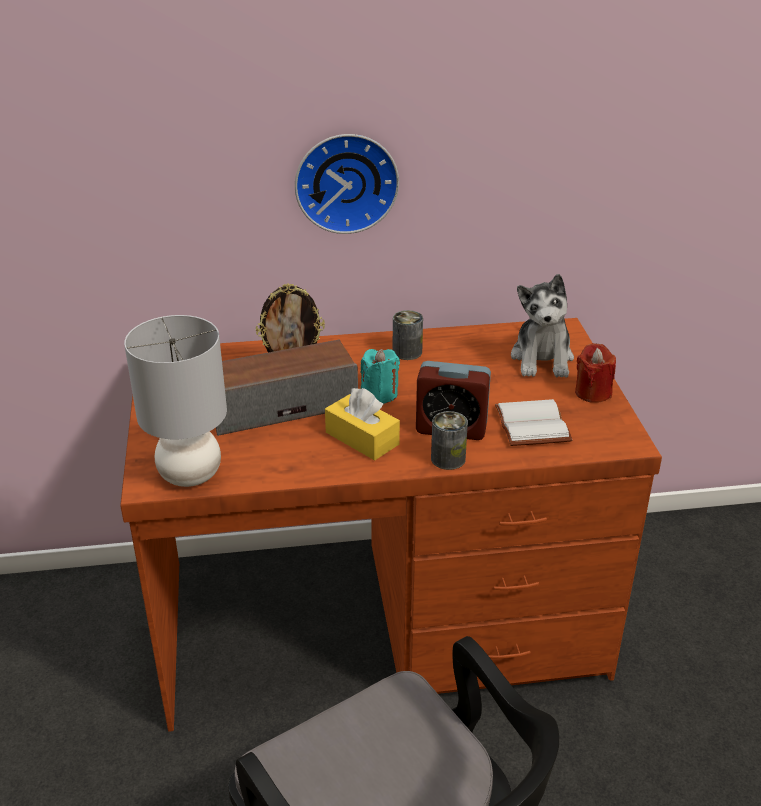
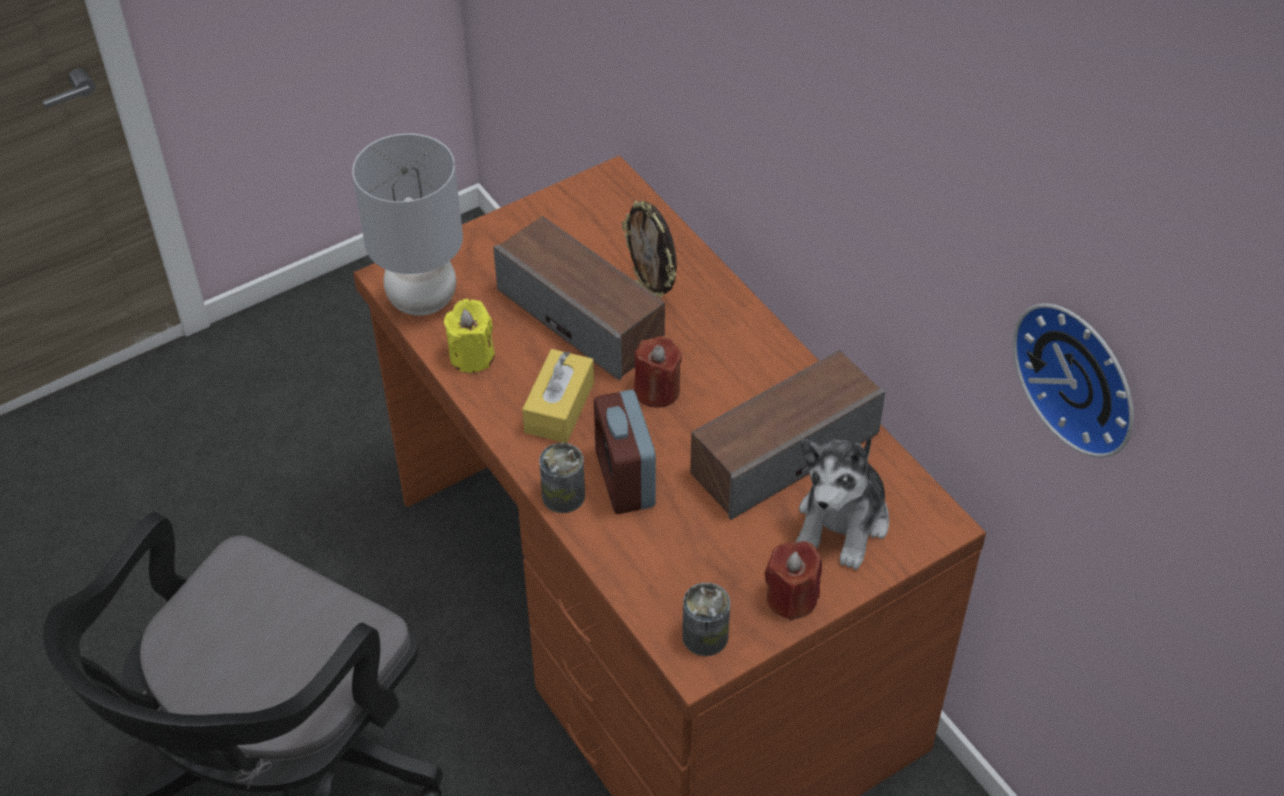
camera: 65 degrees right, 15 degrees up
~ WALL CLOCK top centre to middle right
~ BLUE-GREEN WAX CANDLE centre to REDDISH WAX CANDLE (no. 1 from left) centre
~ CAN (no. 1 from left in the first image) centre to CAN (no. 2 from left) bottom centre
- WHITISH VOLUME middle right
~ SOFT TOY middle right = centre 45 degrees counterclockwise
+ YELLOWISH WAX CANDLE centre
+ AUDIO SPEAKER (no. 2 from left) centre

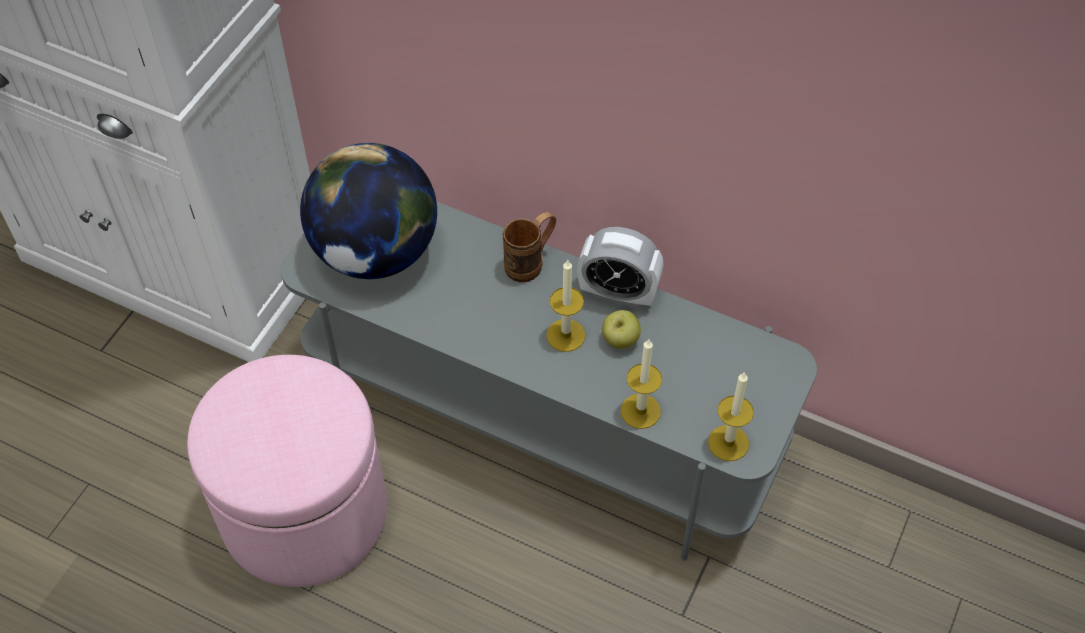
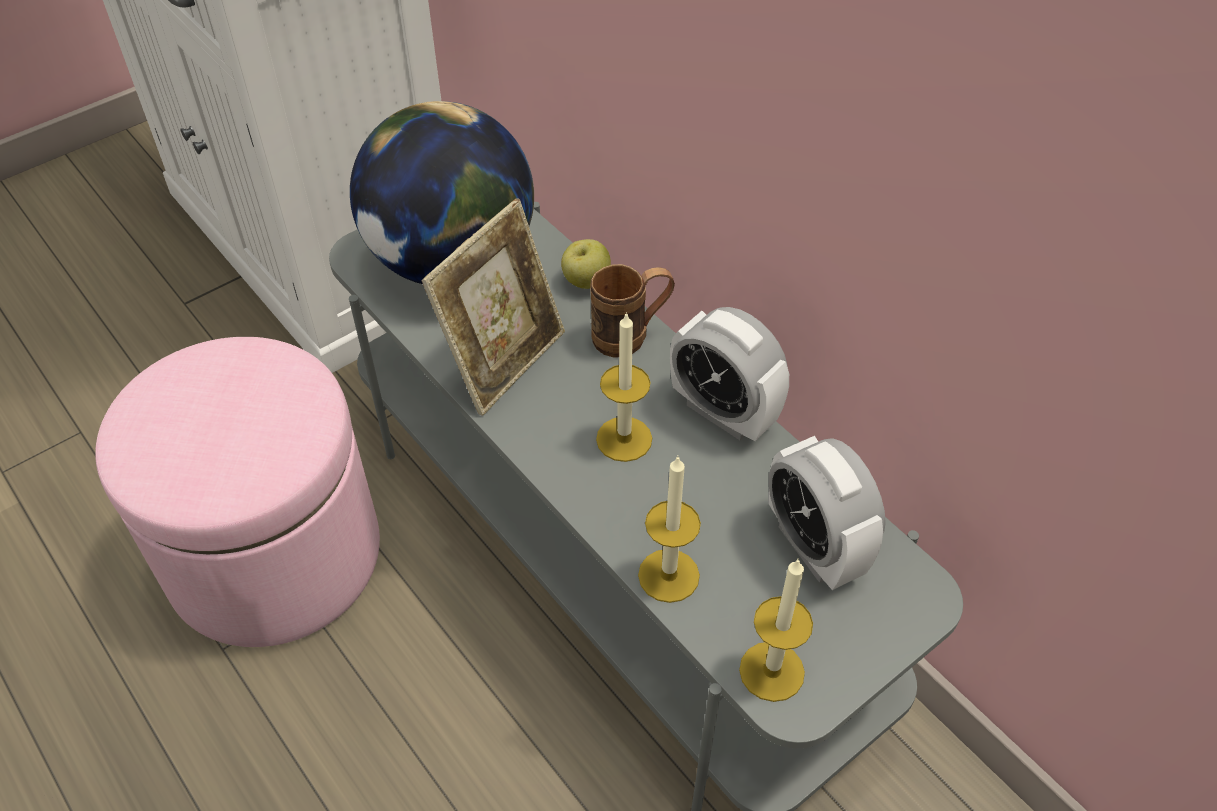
camera: 25 degrees right, 5 degrees down
~ APPLE FRUIT centre to top centre
+ PHOTO FRAME centre
+ BEDSIDE CLOCK (no. 2 from left) middle right

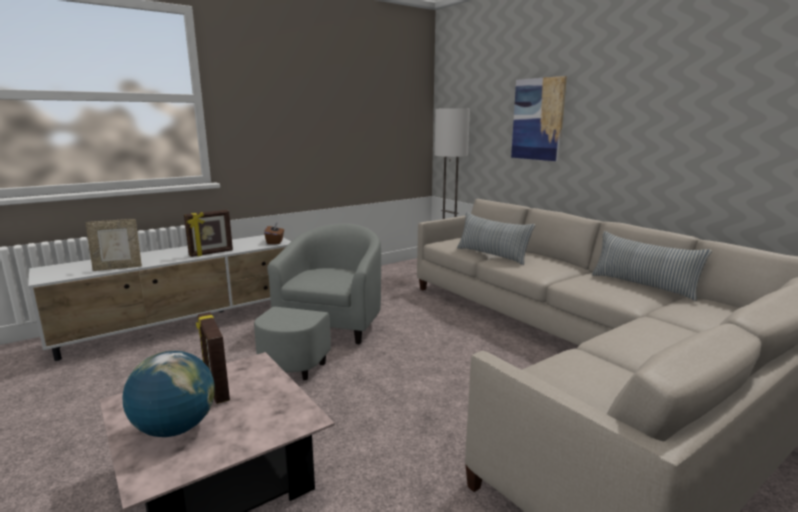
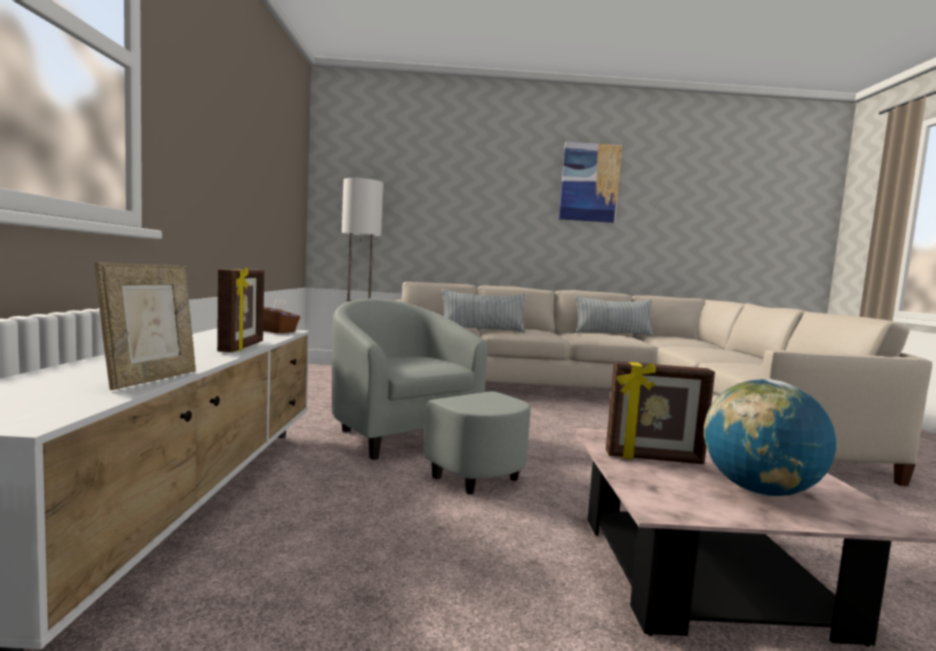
camera: 55 degrees left, 10 degrees down
~ WALL ART top right to top centre

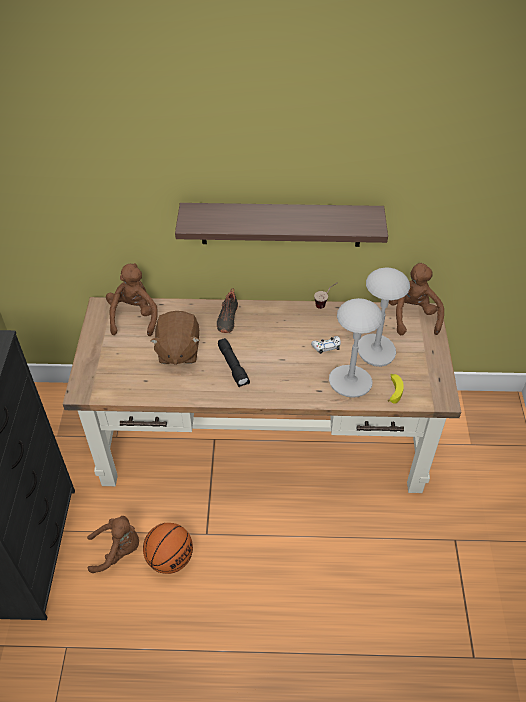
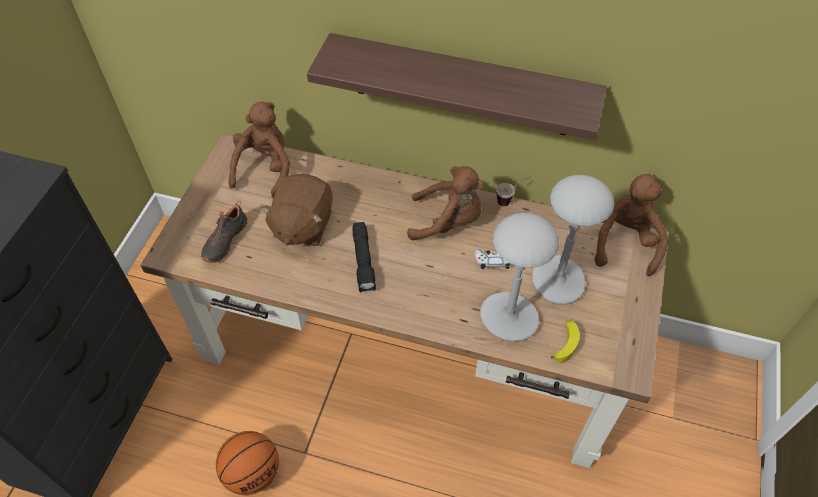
camera: 15 degrees right, 5 degrees up
~ BROWNISH SOFT TOY (no. 1 from left in the first image) bottom left to BROWNISH SOFT TOY (no. 3 from left) centre
~ BLACKISH LOW SHOE centre to middle left

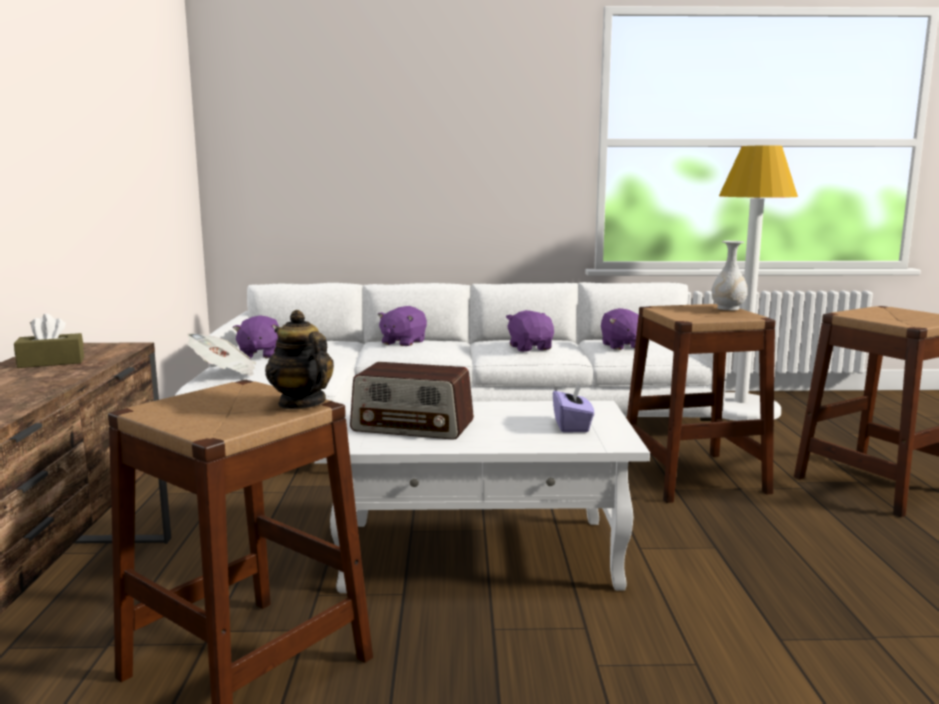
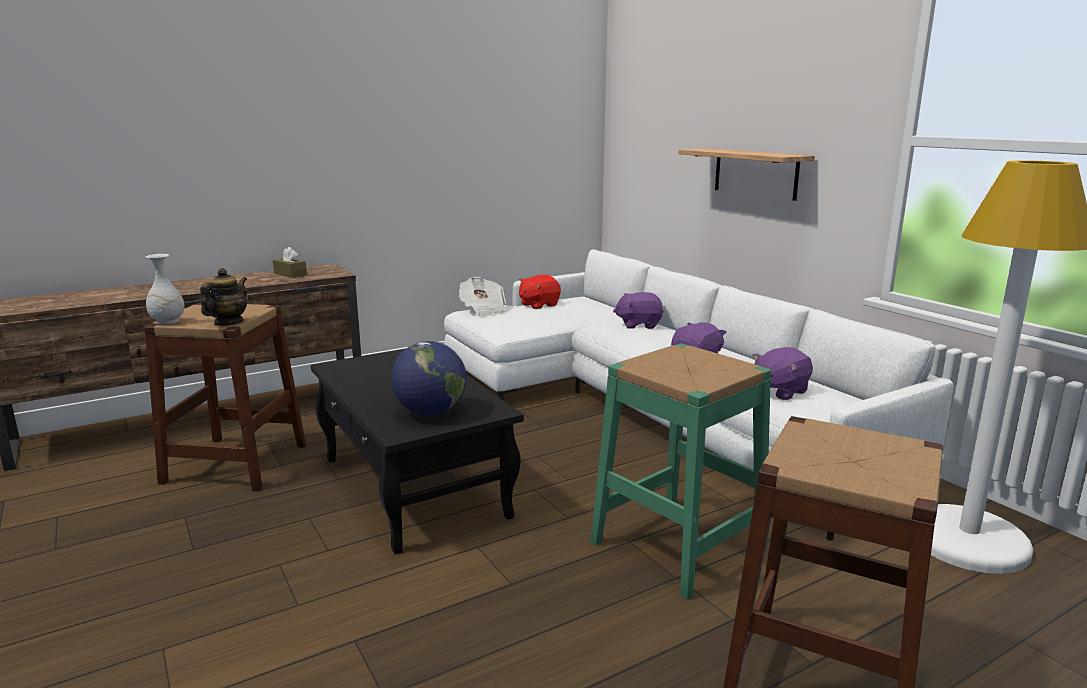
camera: 60 degrees right, 5 degrees up
~ PURPLE-COLOURED SOFT TOY (no. 1 from left) middle left to REDDISH SOFT TOY centre
~ WHITISH LOUNGE TABLE bottom centre to BLACKISH LOUNGE TABLE centre
- RADIO centre
~ PURPLE-COLOURED TISSUE BOX centre to GLOBE centre
~ BROWNISH STOOL SEAT (no. 2 from left) middle right to GREEN STOOL SEAT bottom centre
~ WHITISH DECORATIVE VASE middle right to middle left
+ WALL SHELF top right

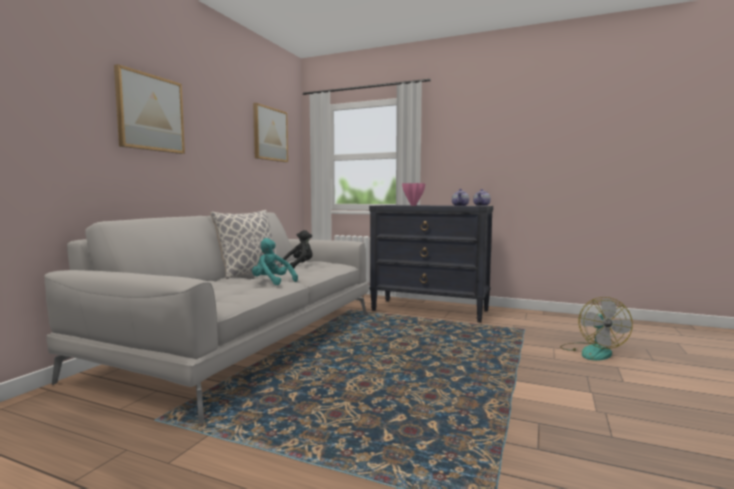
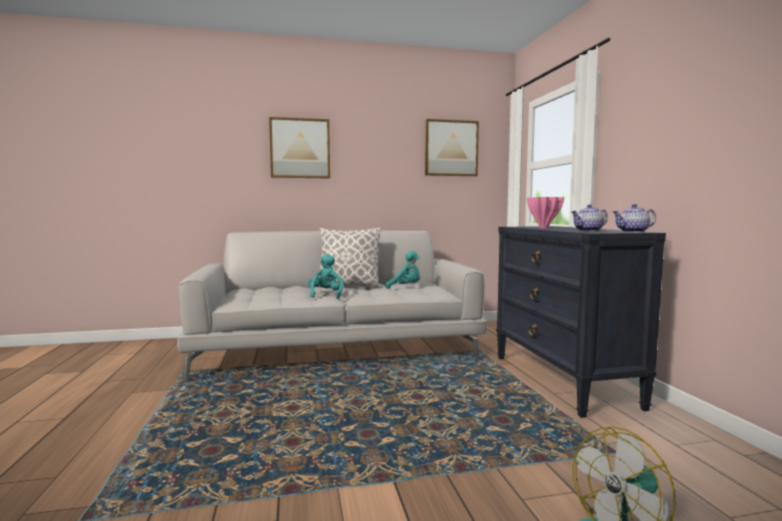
camera: 55 degrees right, 0 degrees up
~ BLACKISH SOFT TOY centre to BLUE-GREEN SOFT TOY (no. 2 from left) centre

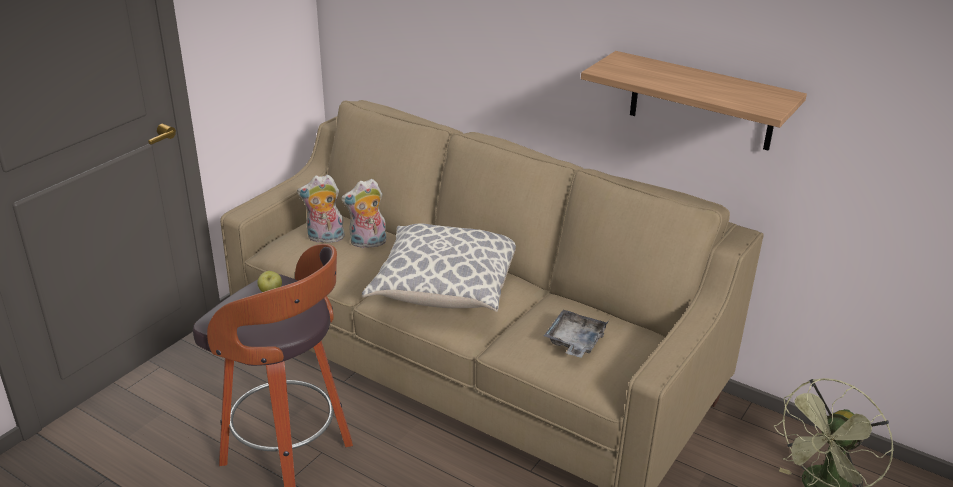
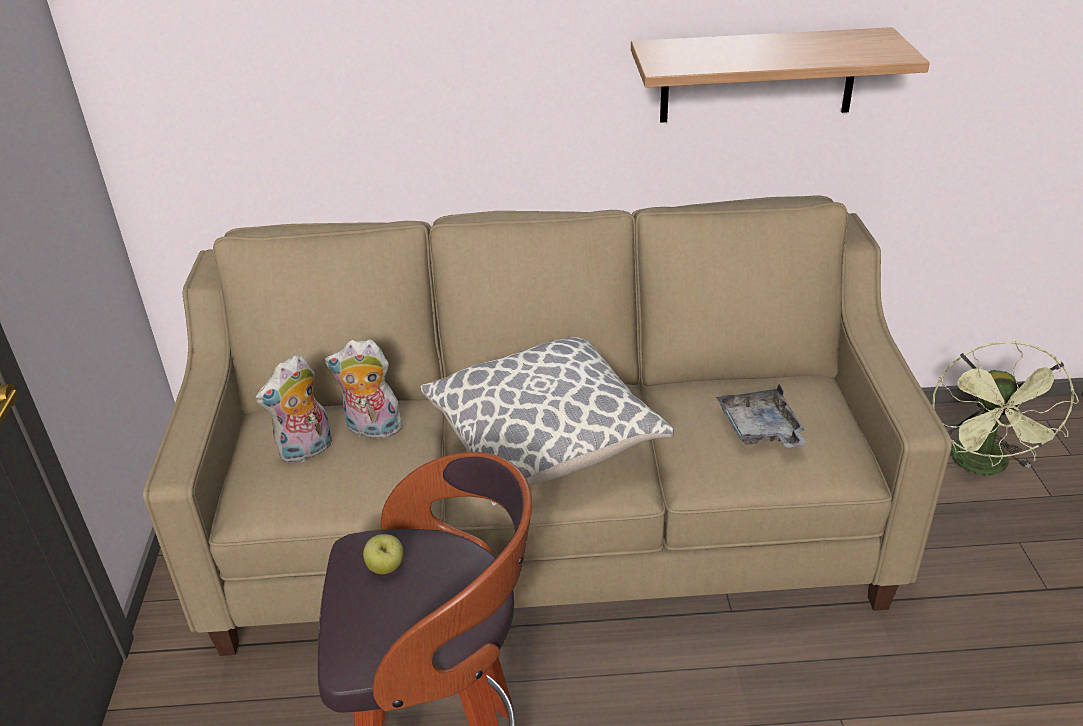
camera: 35 degrees left, 5 degrees up
~ SOFT TOY (no. 2 from left) centre = centre 60 degrees clockwise

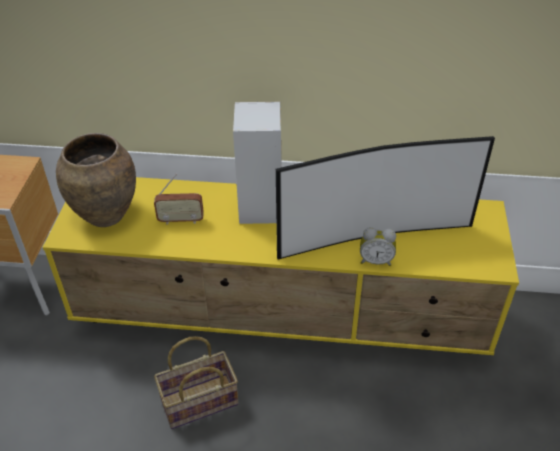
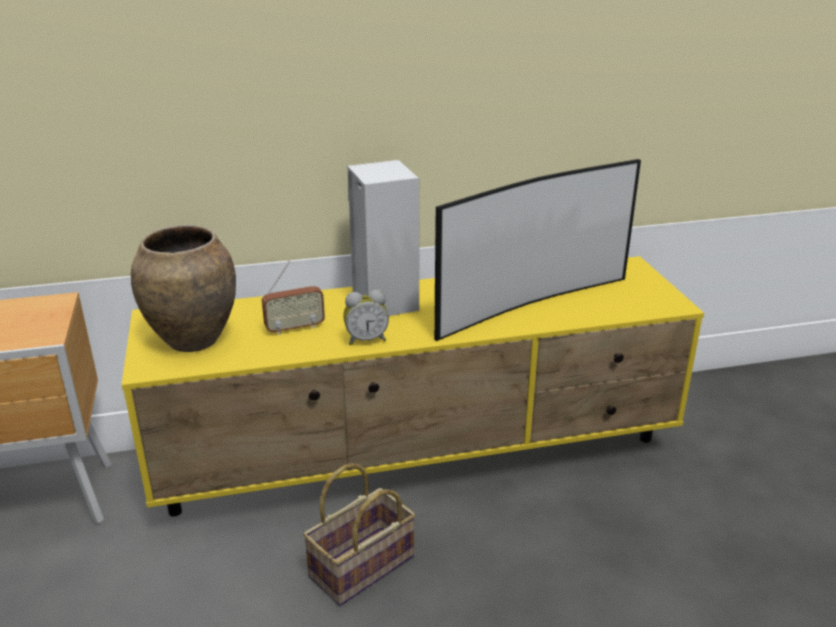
camera: 20 degrees left, 15 degrees down
~ BEDSIDE CLOCK middle right to centre

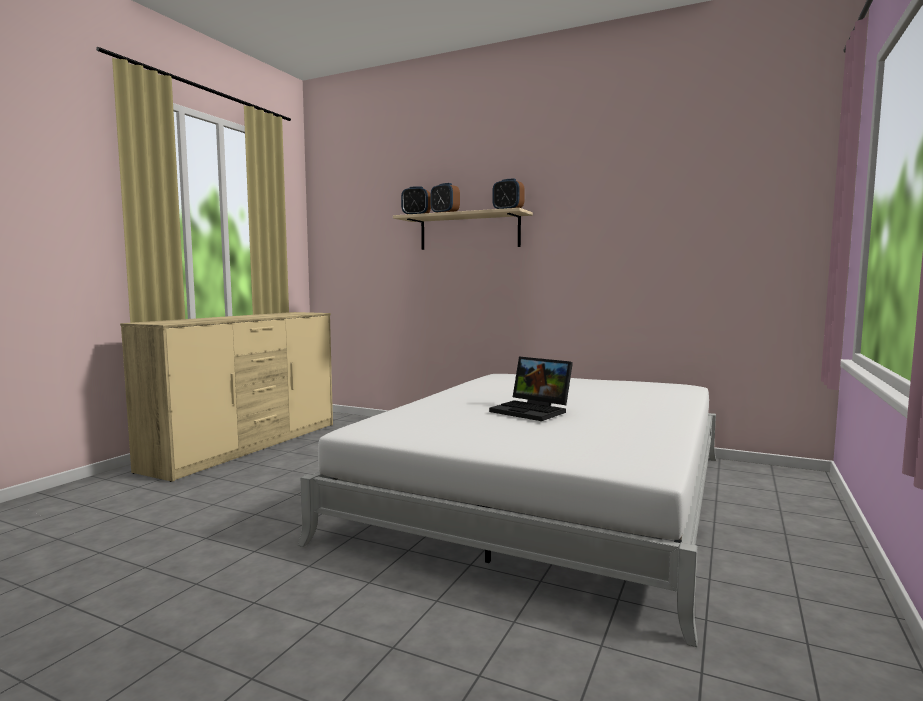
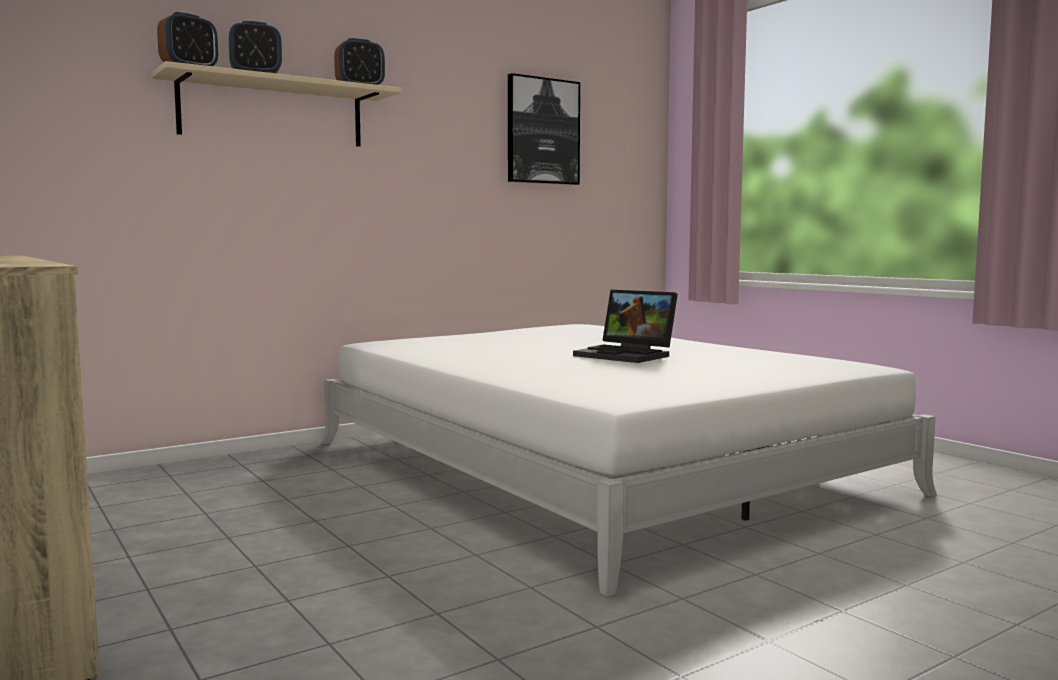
camera: 60 degrees left, 0 degrees up
~ NOTEBOOK COMPUTER centre = centre 60 degrees clockwise
+ WALL ART top centre

